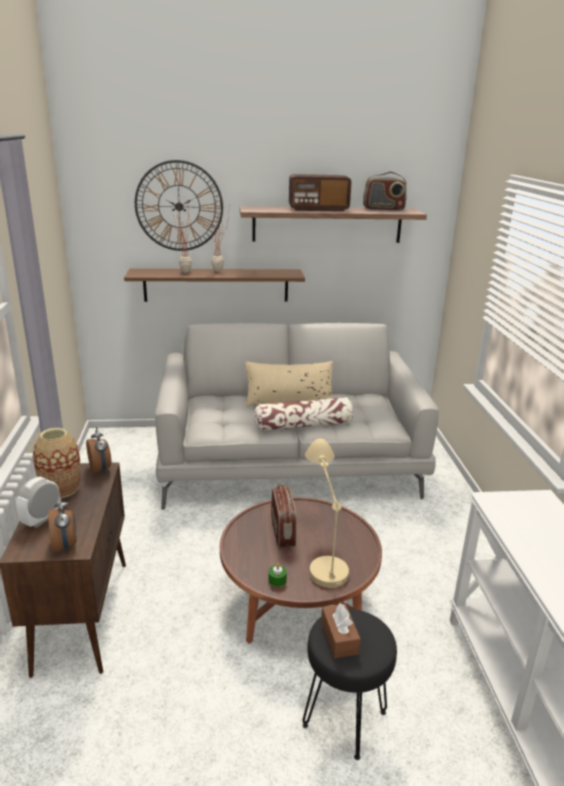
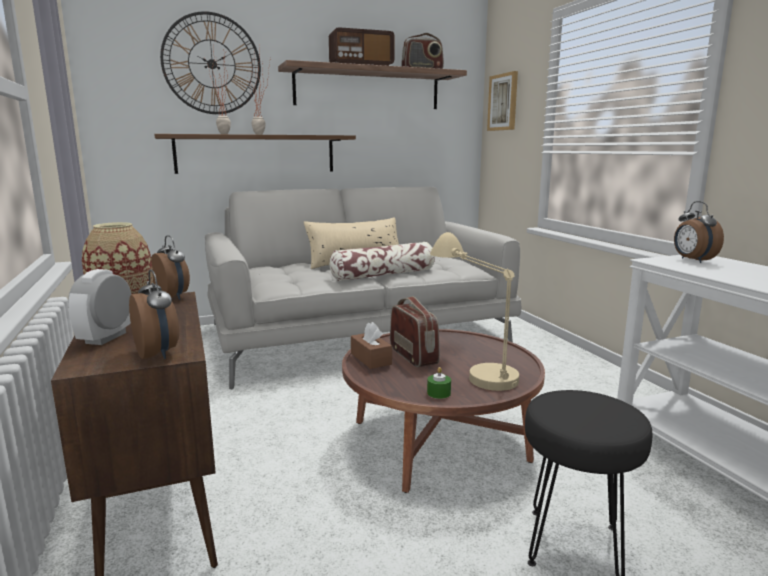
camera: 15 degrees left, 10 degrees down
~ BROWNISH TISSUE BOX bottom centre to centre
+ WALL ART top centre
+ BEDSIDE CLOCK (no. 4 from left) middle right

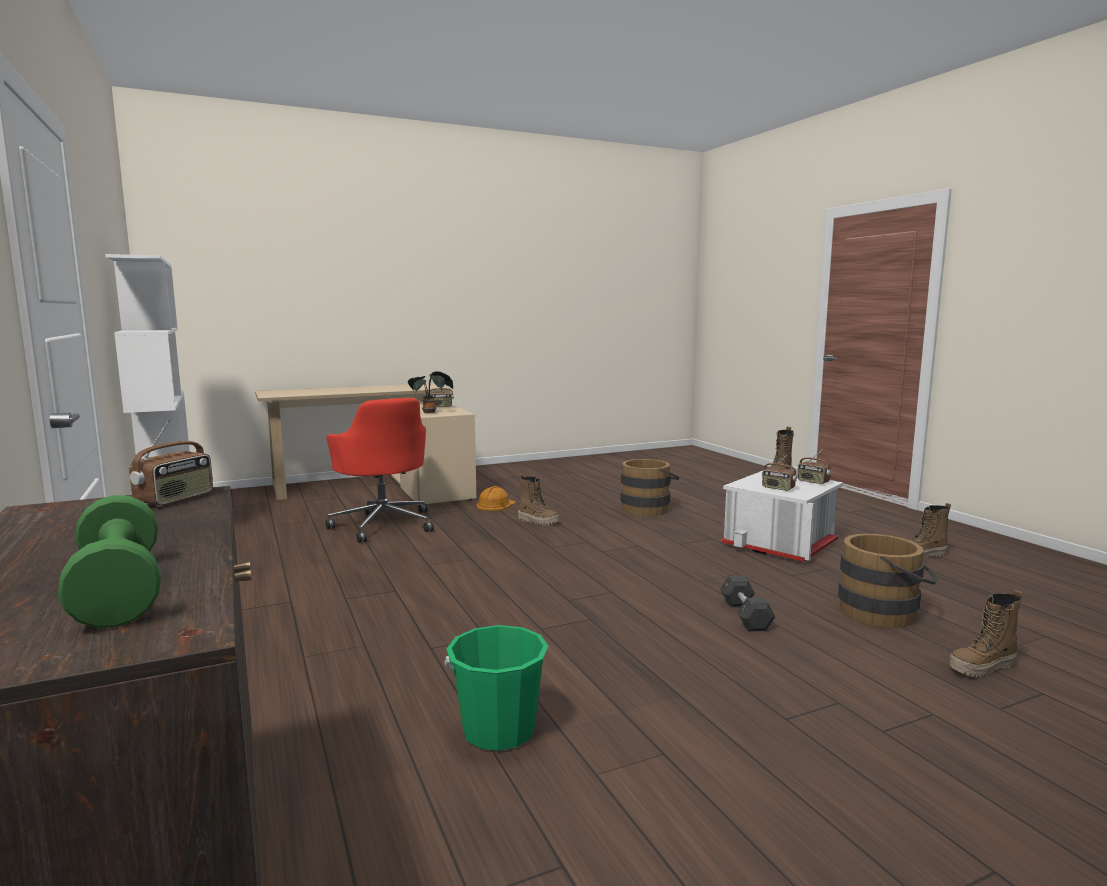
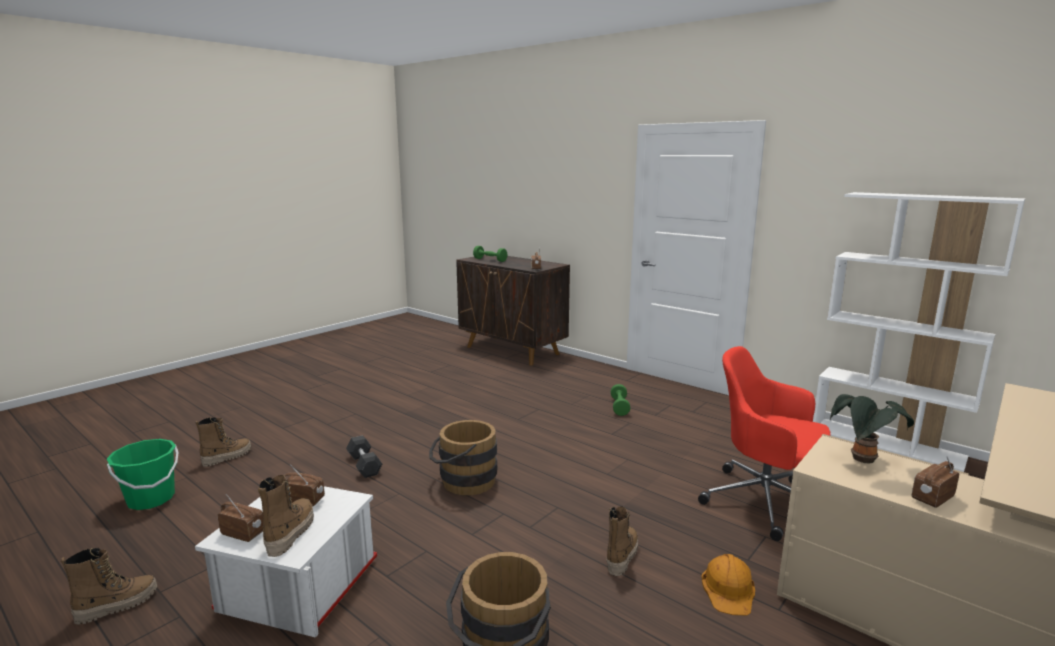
camera: 155 degrees right, 5 degrees up
~ GREEN PAIL bottom centre to bottom left
~ TALL BOOT (no. 1 from left in the first image) centre = bottom centre 105 degrees clockwise
~ BROWNISH PAIL (no. 2 from left in the first image) middle right to BROWNISH PAIL (no. 1 from left) bottom centre
+ GREEN FREE WEIGHT (no. 2 from left) centre

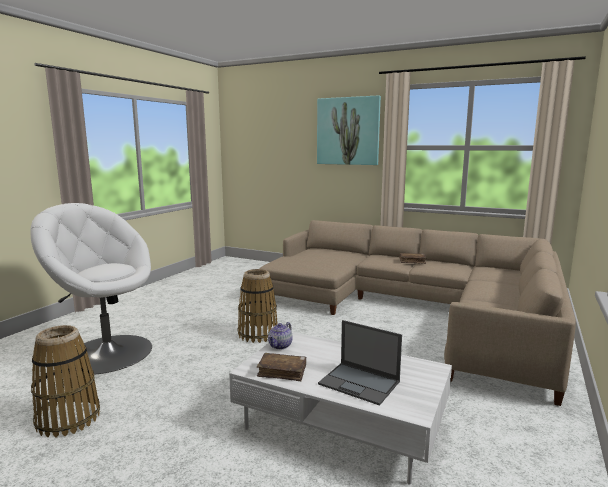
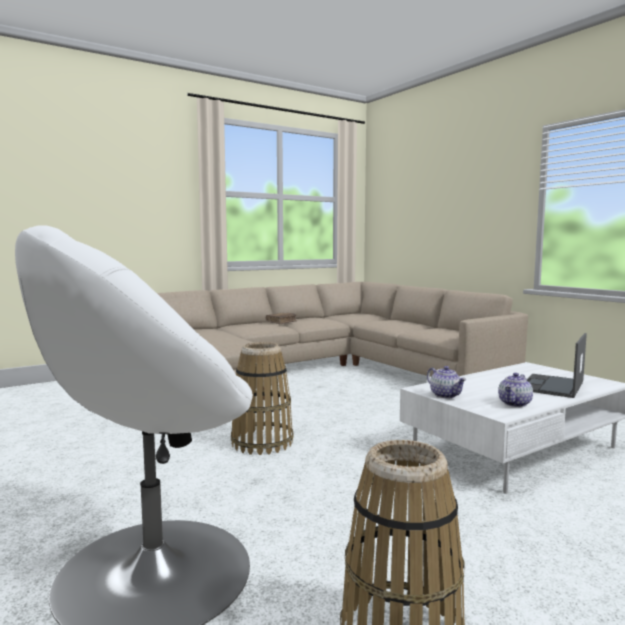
camera: 60 degrees left, 5 degrees down
~ BROWNISH VOLUME (no. 1 from left) bottom centre to POT FOR TEA (no. 2 from left) middle right
- WALL ART top centre
~ NOTEBOOK COMPUTER bottom centre = middle right 150 degrees clockwise

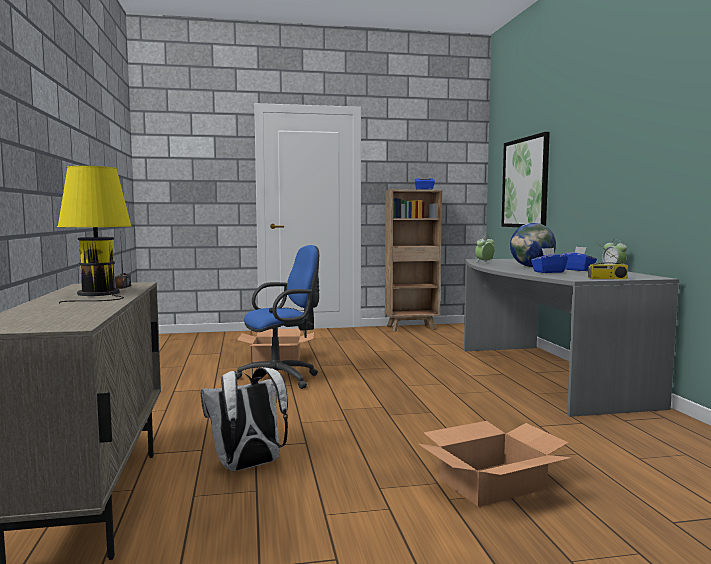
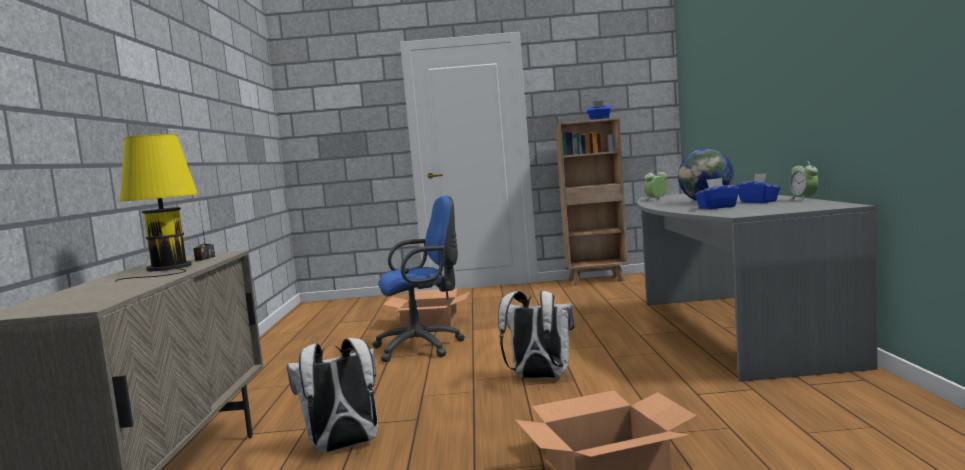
camera: 10 degrees right, 0 degrees up
- WALL ART top right
- RADIO (no. 2 from left) middle right
+ WHITISH BACKPACK (no. 2 from left) bottom centre

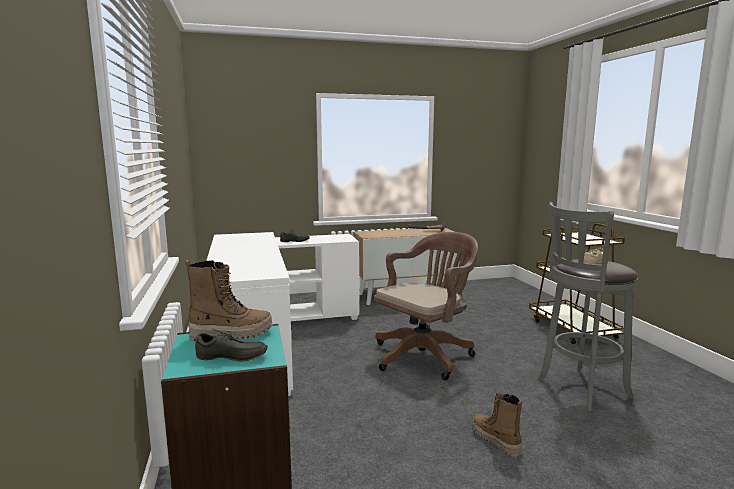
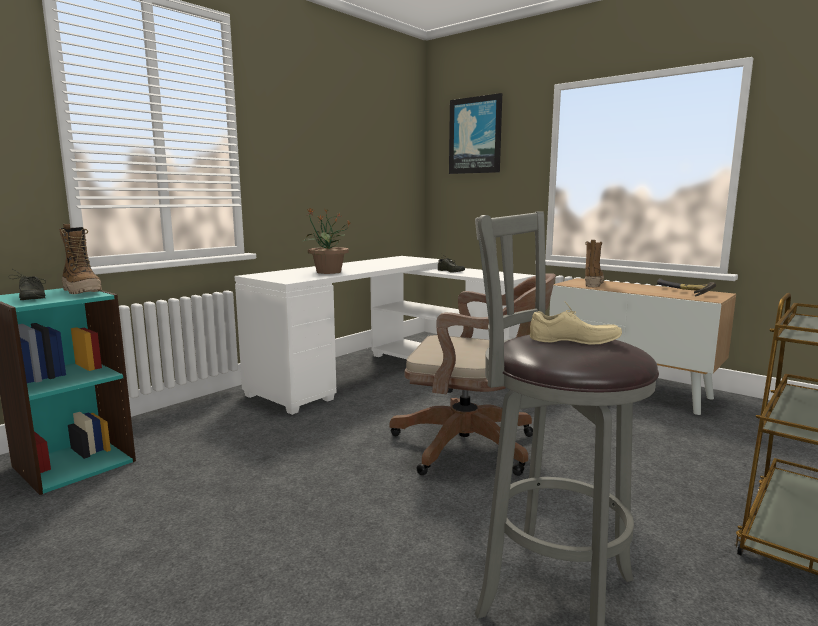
camera: 55 degrees right, 0 degrees up
~ TALL BOOT (no. 2 from left) bottom right to middle right
+ HOUSEPLANT centre
+ WALL ART top centre

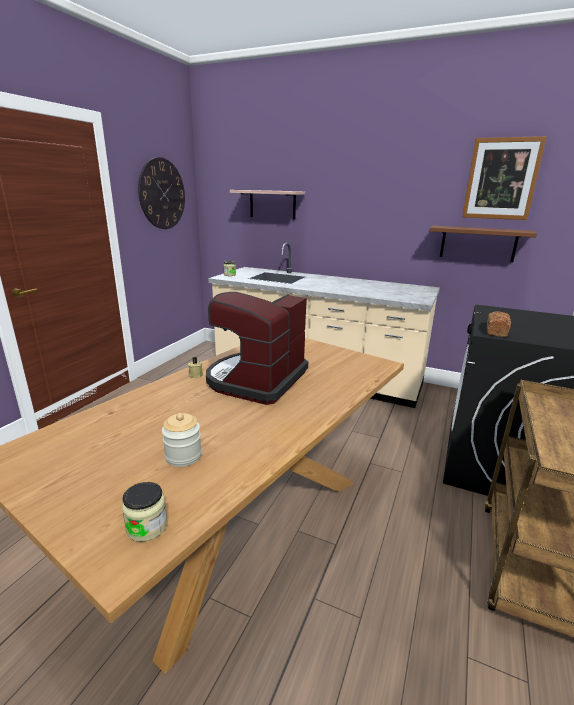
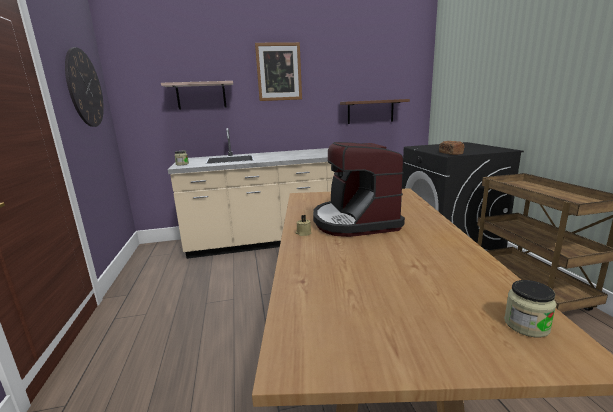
camera: 35 degrees left, 5 degrees down
- JAR (no. 2 from left) middle left
~ WALL ART top right to top centre

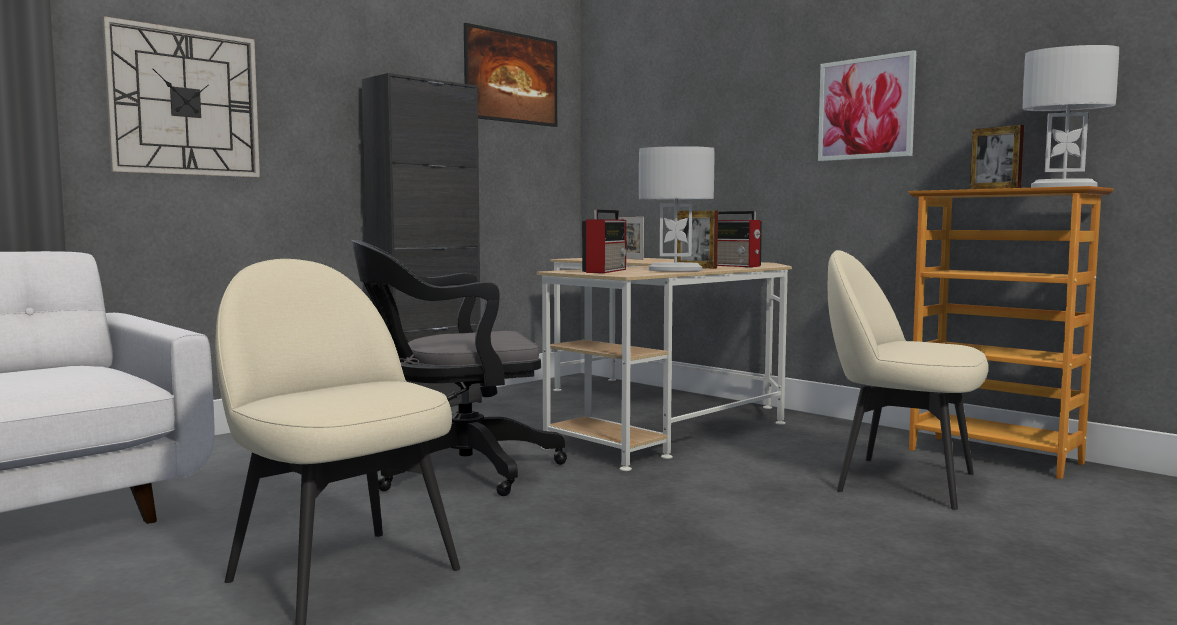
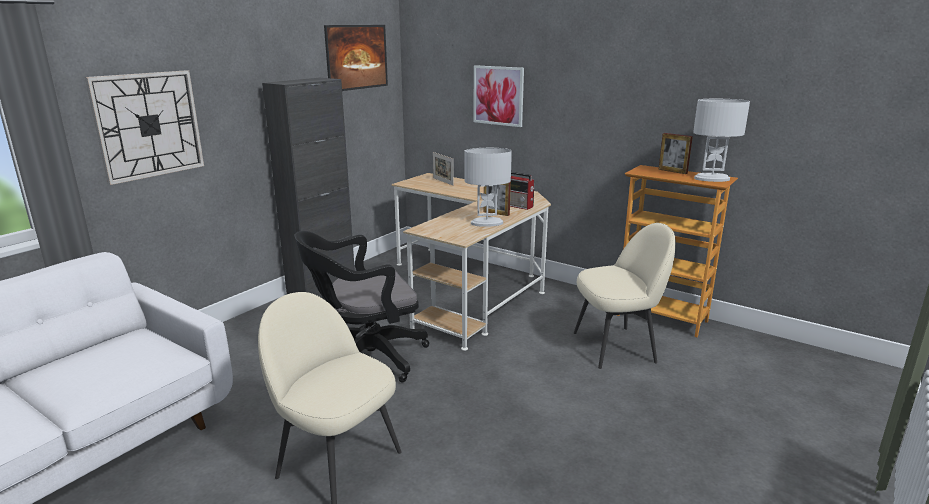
camera: 10 degrees left, 15 degrees up
- RADIO (no. 1 from left) centre
~ WALL ART (no. 2 from left) top right to top centre
~ SAND-COLOURED UPRIGHT CHAIR (no. 2 from left) middle right = middle right 150 degrees clockwise

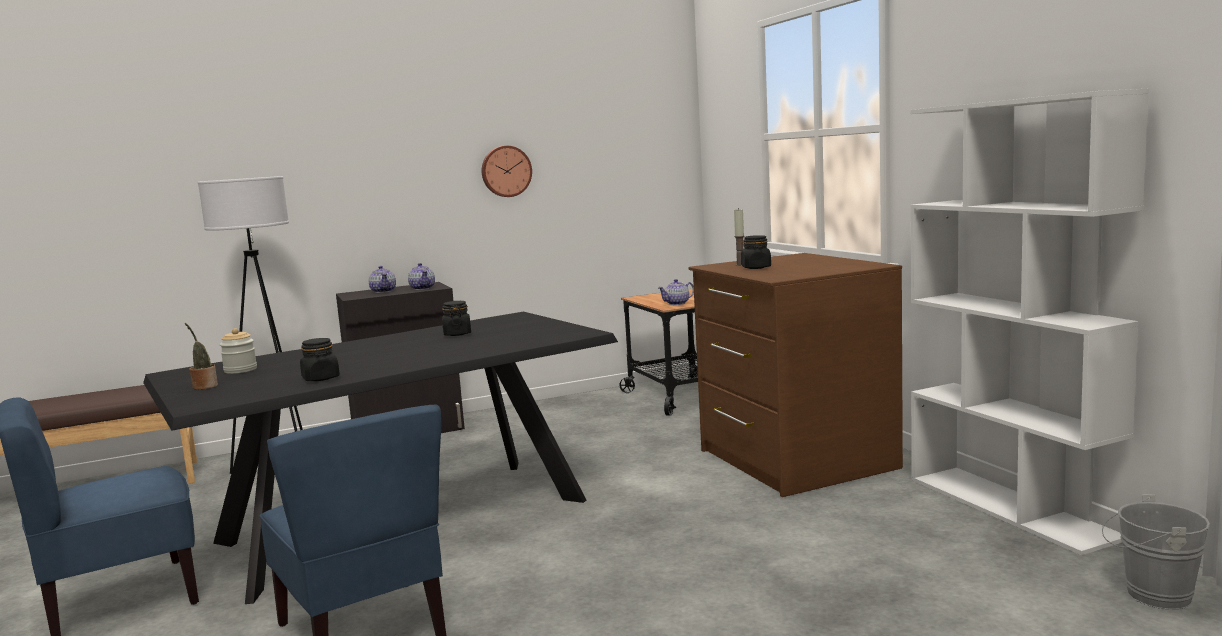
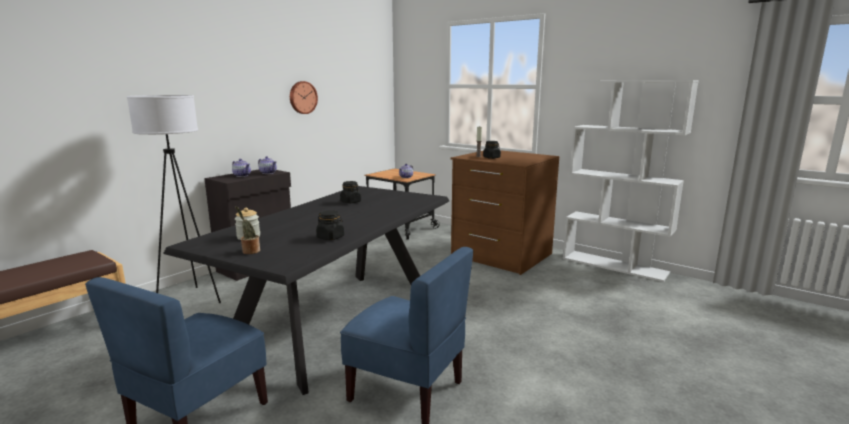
camera: 30 degrees left, 5 degrees up
- GREYISH PAIL bottom right

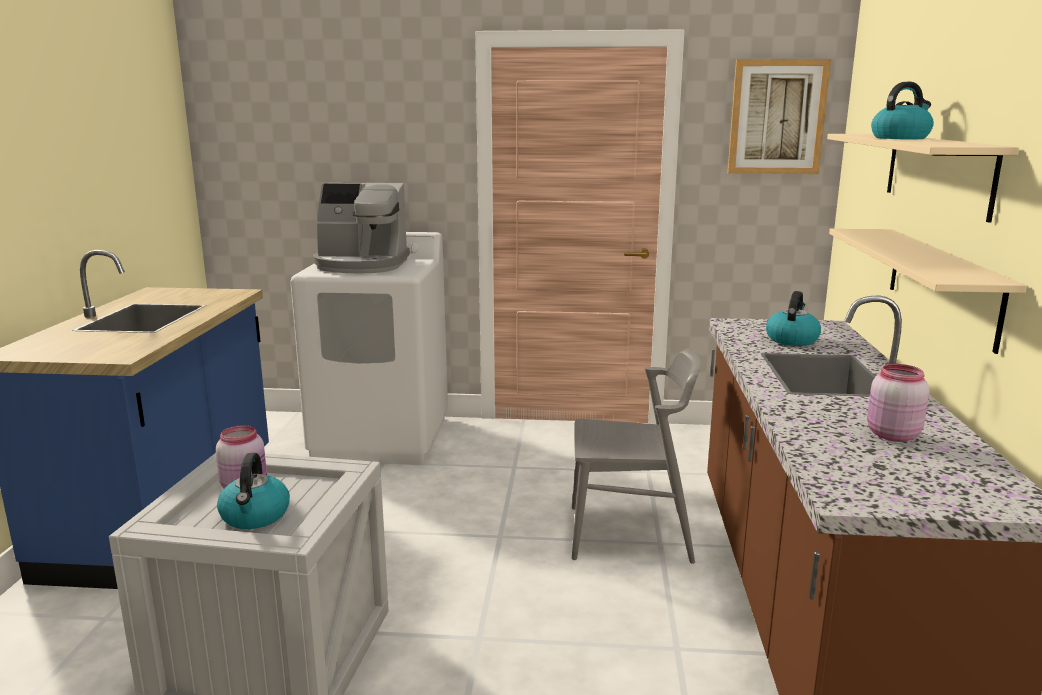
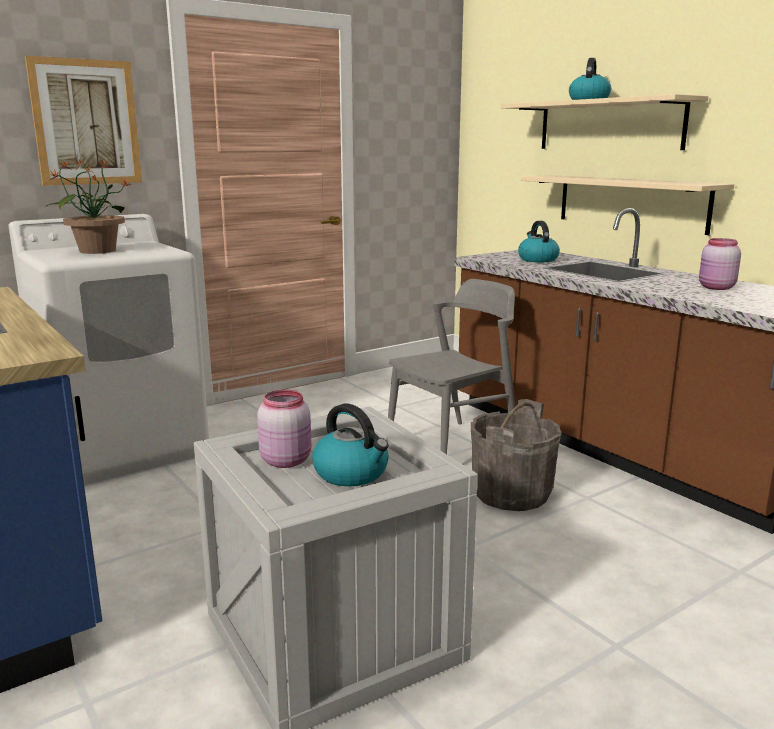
camera: 40 degrees left, 0 degrees up
~ COFFEE MACHINE top centre to HOUSEPLANT top left
~ WALL ART top right to top left
+ GREYISH PAIL middle right

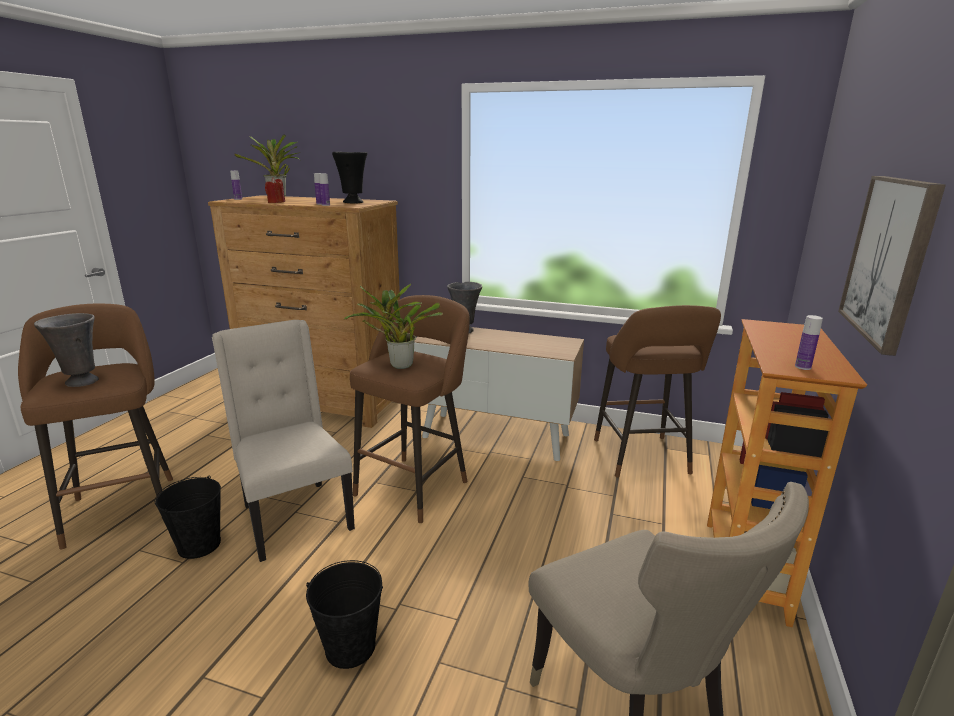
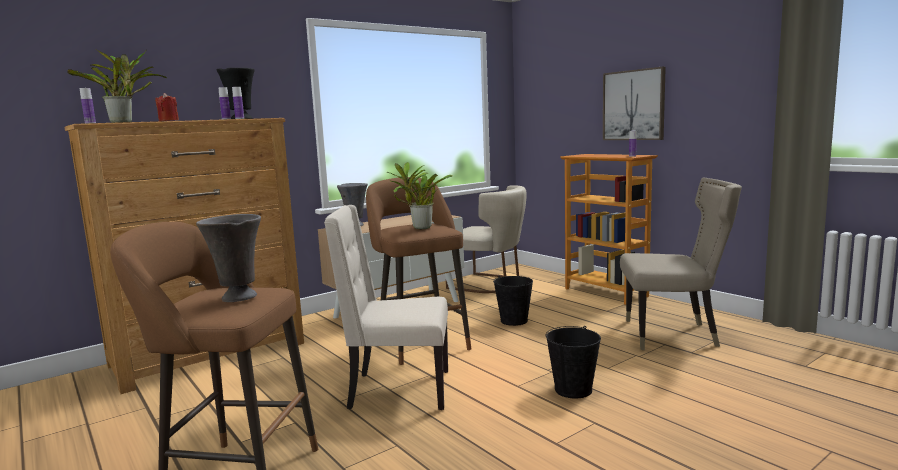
camera: 55 degrees left, 10 degrees down
~ BLACKISH PAIL (no. 1 from left) bottom left to centre
~ BROWNISH STOOL SEAT (no. 3 from left) middle right to SAND-COLOURED UPRIGHT CHAIR (no. 2 from left) centre

